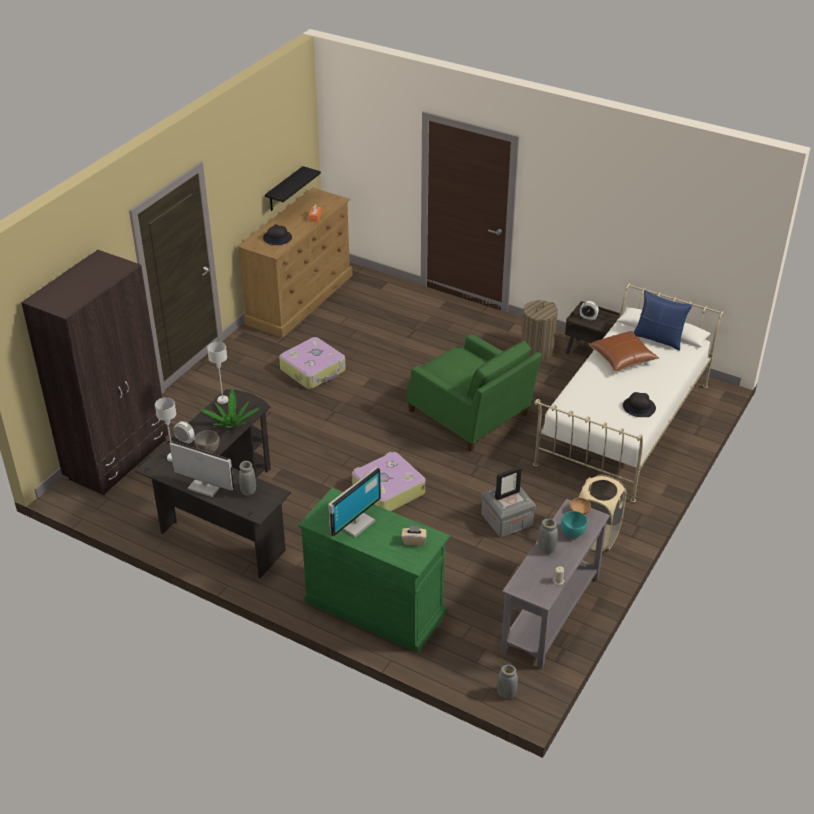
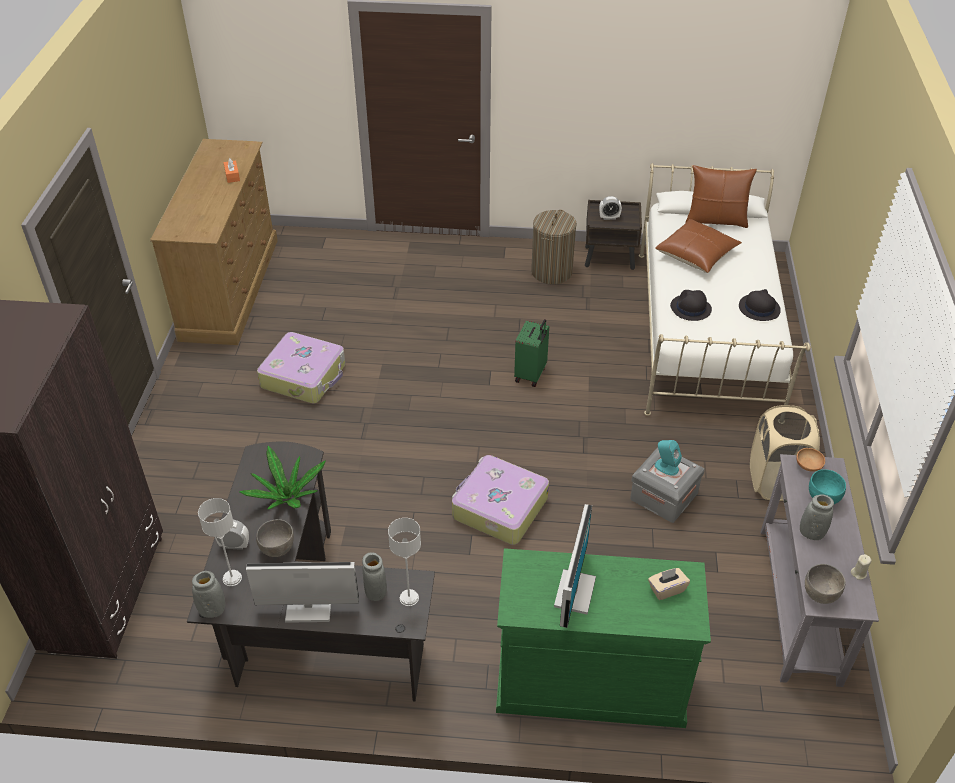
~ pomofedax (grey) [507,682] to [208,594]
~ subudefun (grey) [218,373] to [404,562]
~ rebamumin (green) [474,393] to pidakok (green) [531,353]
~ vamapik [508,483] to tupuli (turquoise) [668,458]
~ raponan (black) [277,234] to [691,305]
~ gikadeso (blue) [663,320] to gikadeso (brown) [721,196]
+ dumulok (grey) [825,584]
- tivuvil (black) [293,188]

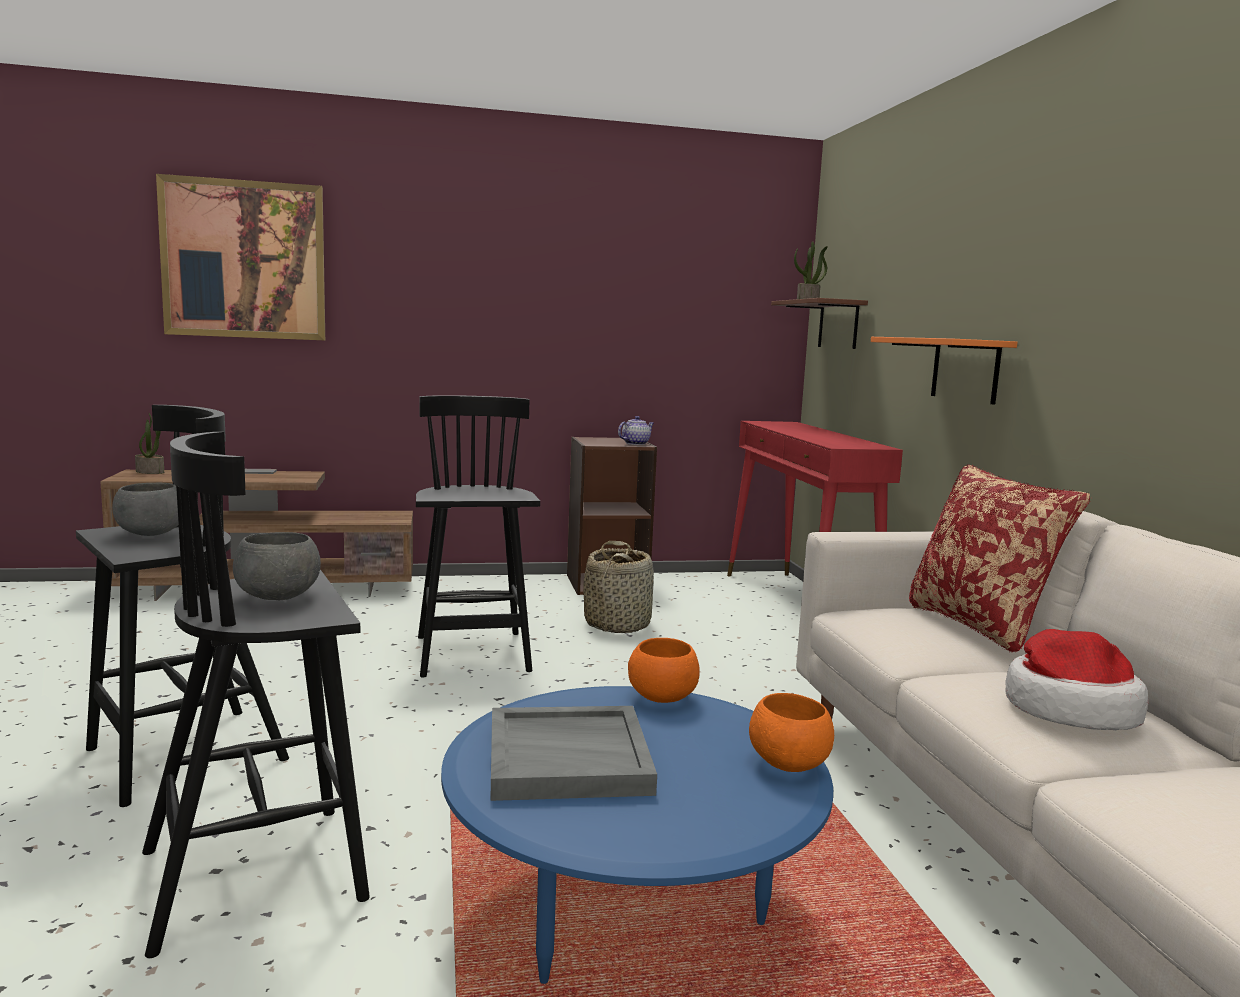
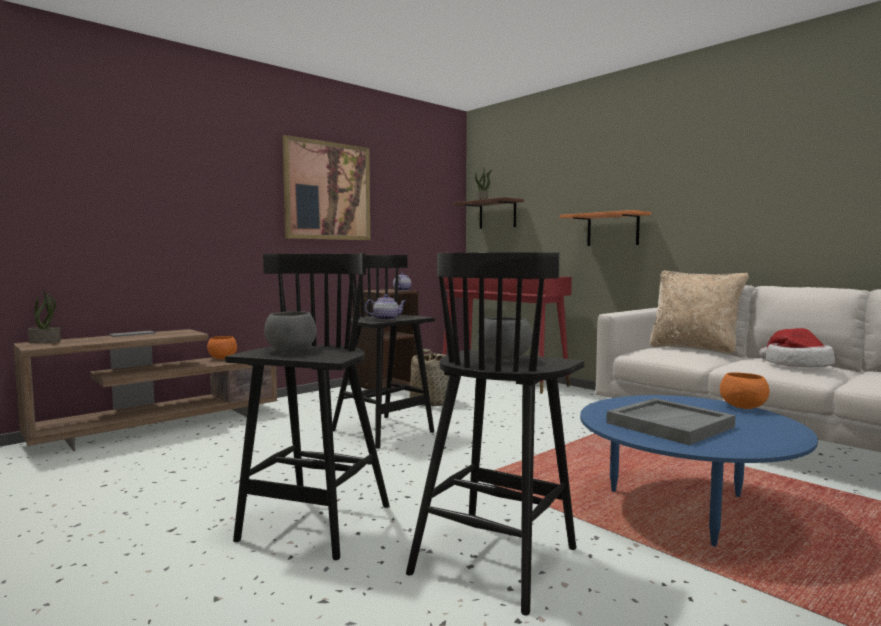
~ dumulok (orange) [664,670] to [222,347]
~ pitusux [240,257] to [326,187]
+ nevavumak [385,307]
~ gikadeso (red) [1000,558] to gikadeso (beige) [699,311]

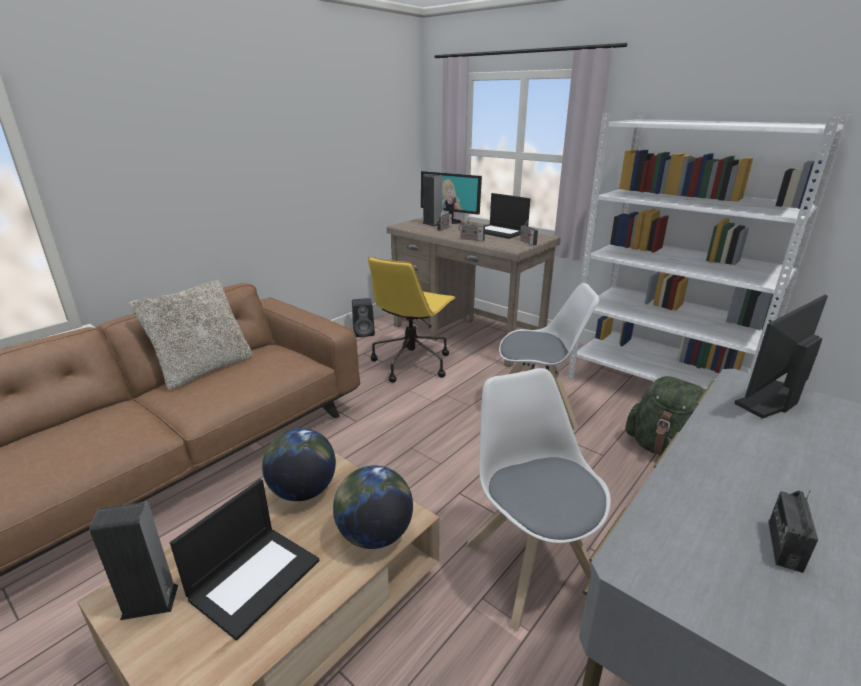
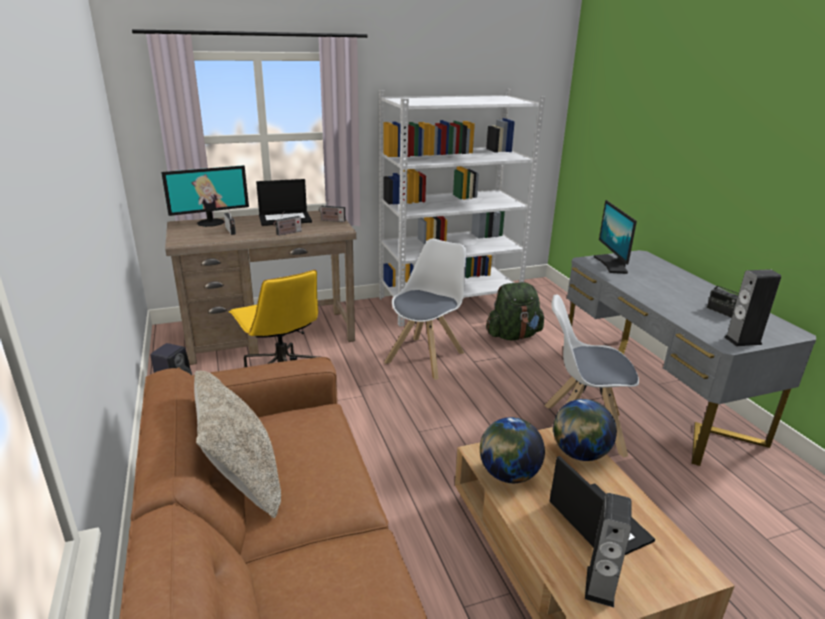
~ tupuli [432,200] to [752,307]

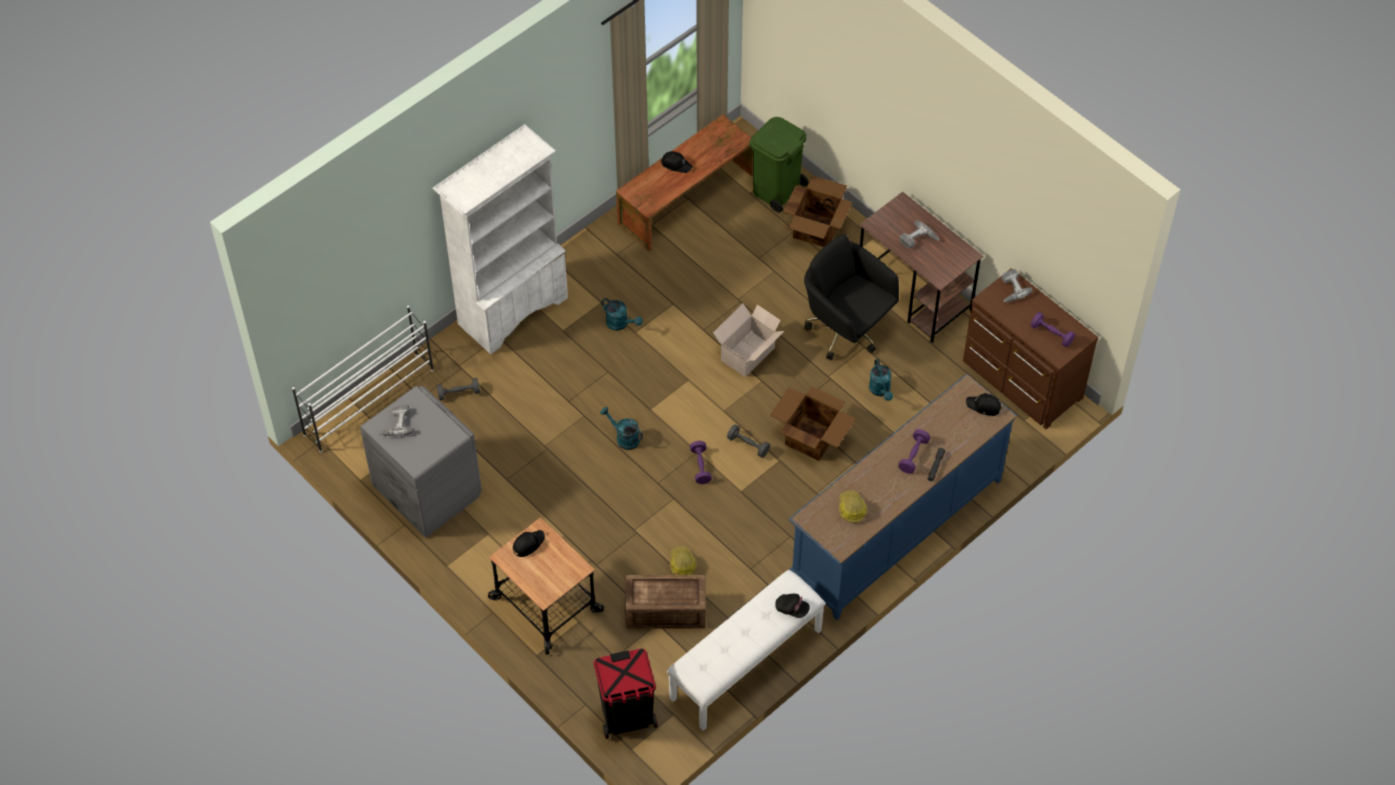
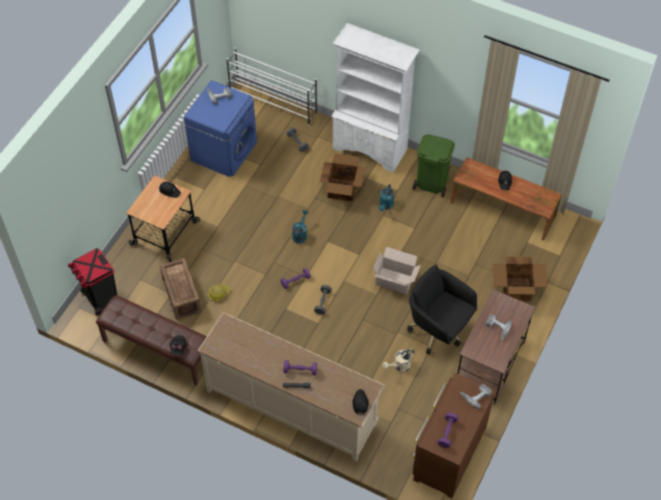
~ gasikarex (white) [746,650] to gasikarex (brown) [151,340]
~ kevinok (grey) [421,462] to kevinok (blue) [220,128]
~ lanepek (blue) [903,497] to lanepek (beige) [291,387]
~ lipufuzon [813,423] to [342,177]
~ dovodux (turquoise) [881,380] to dovodux (beige) [398,360]
~ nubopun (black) [851,297] = [442,309] 75 degrees counterclockwise
~ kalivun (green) [779,165] to [434,165]
- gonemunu [853,507]

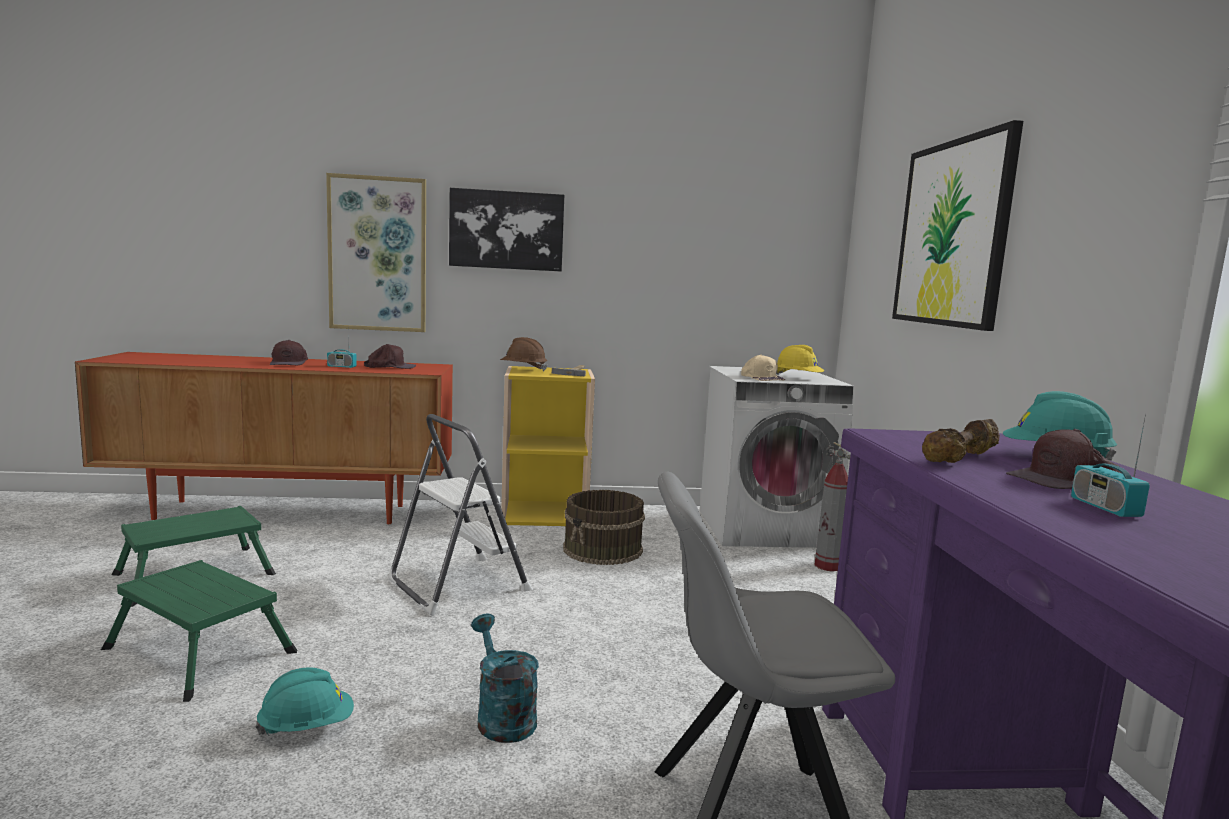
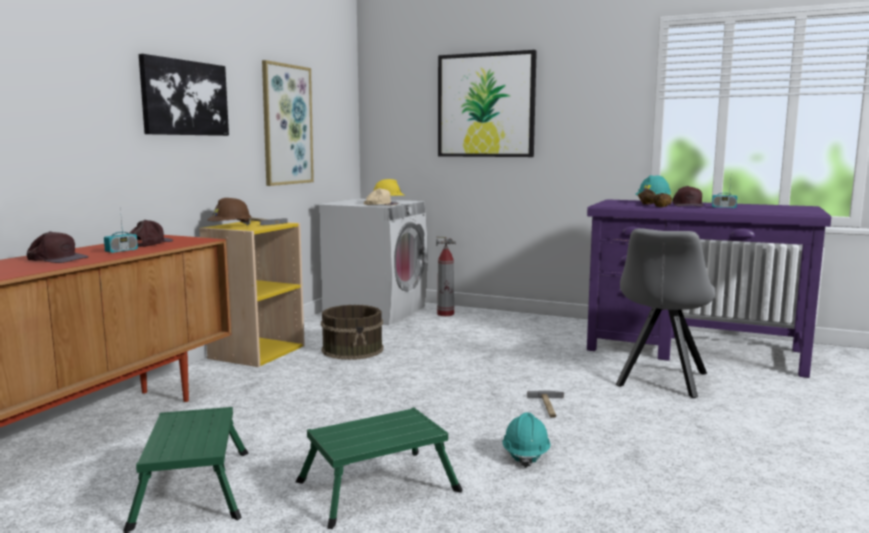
~ pitusux [376,252] to [288,123]
~ dovodux (turquoise) [505,678] to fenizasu [545,404]
- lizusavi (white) [460,514]

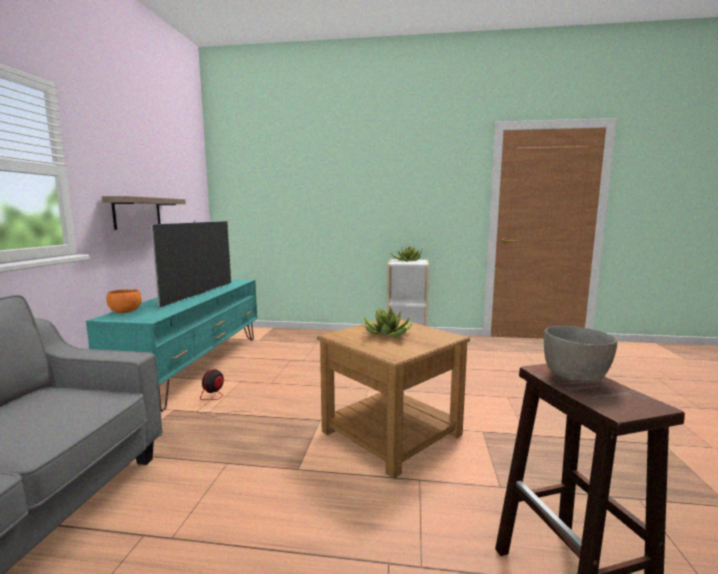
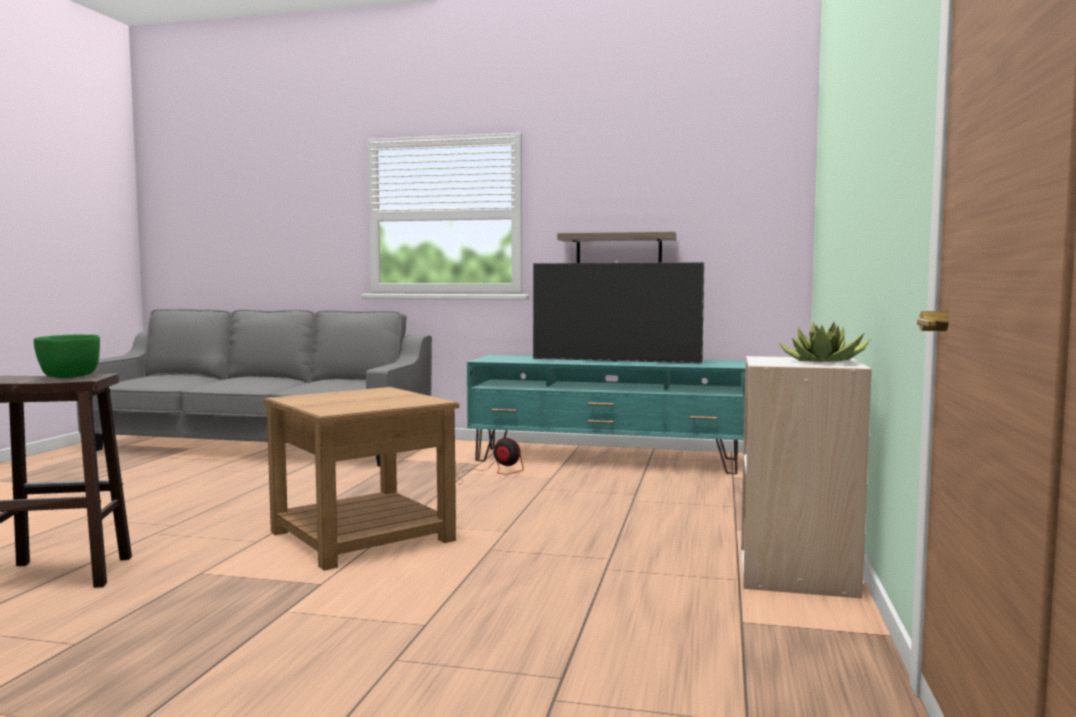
~ dumulok (grey) [580,354] to dumulok (green) [67,356]
- dumulok (orange) [124,301]
- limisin [388,323]

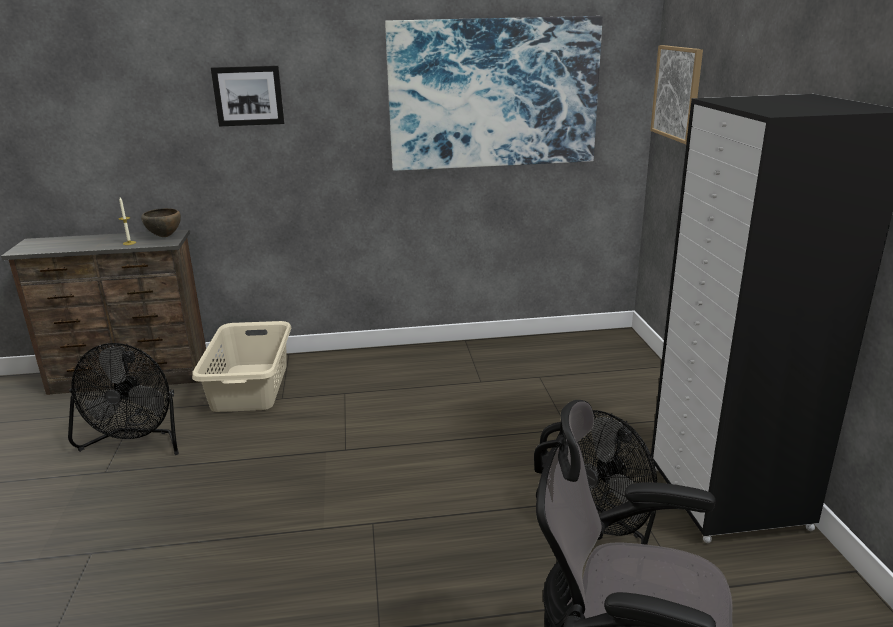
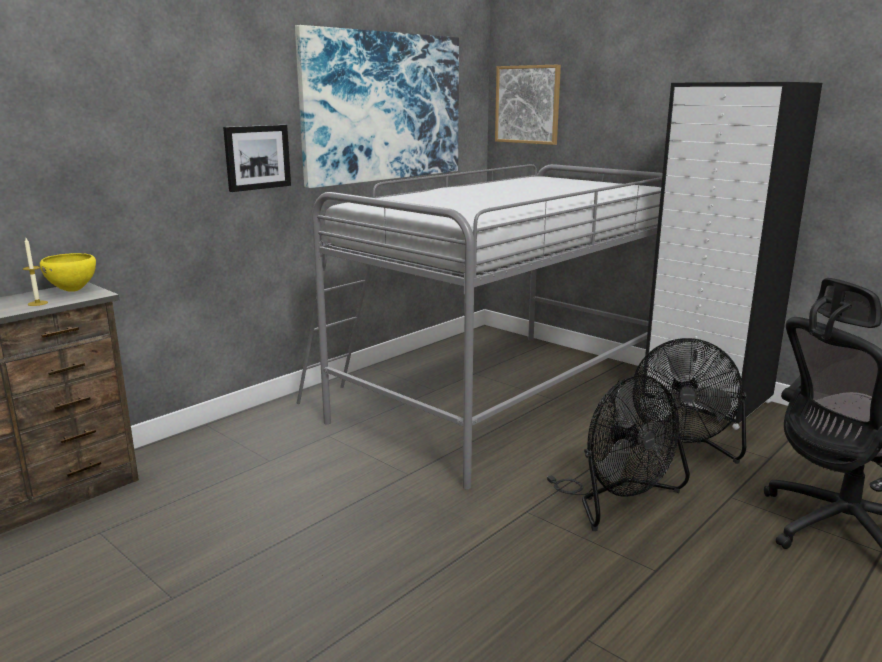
~ dumulok (brown) [161,222] to dumulok (yellow) [68,272]
~ pitusux [248,96] to [257,158]
+ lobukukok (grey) [480,326]
~ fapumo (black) [123,399] to [618,453]
- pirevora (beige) [241,366]

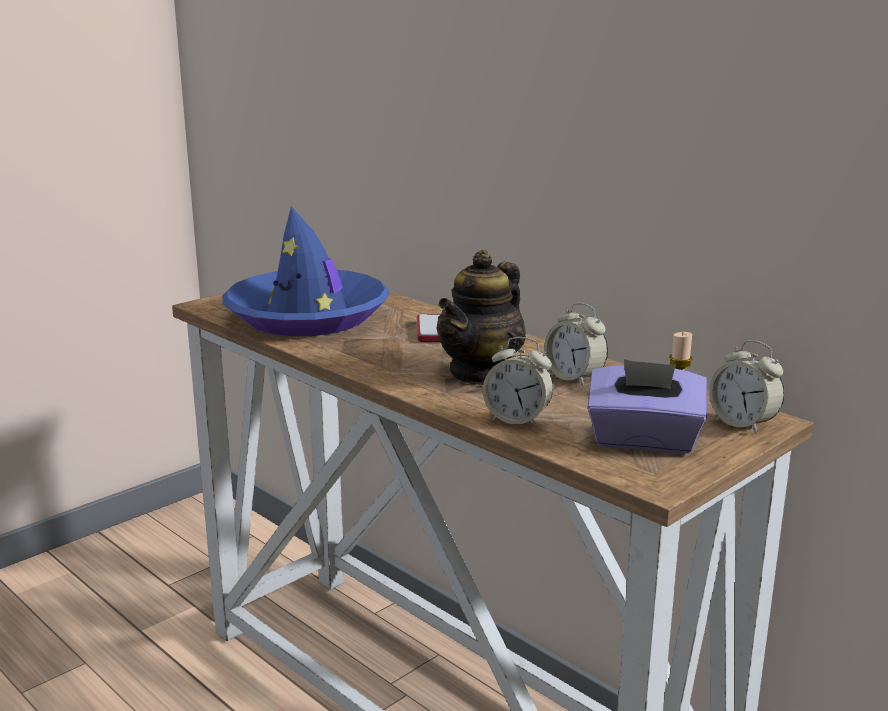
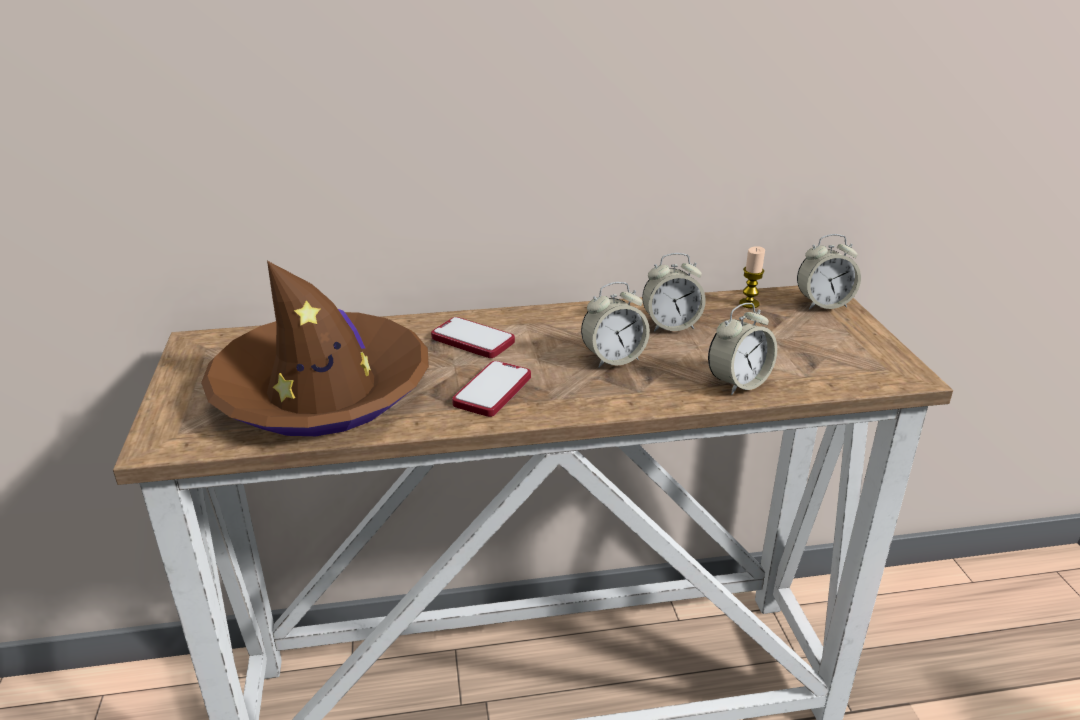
~ raponan (blue) [306,271] to raponan (brown) [315,348]
+ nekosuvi [491,389]
~ nevavumak [481,317] to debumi [615,325]
- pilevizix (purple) [647,406]

